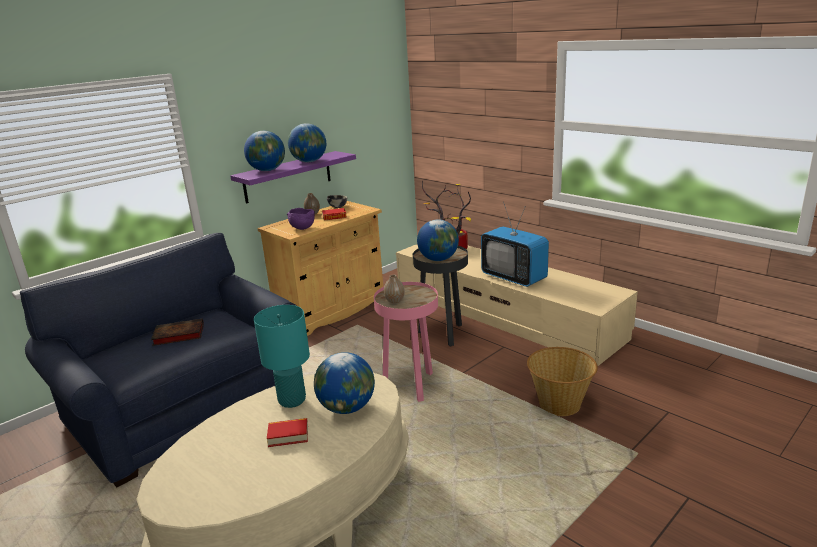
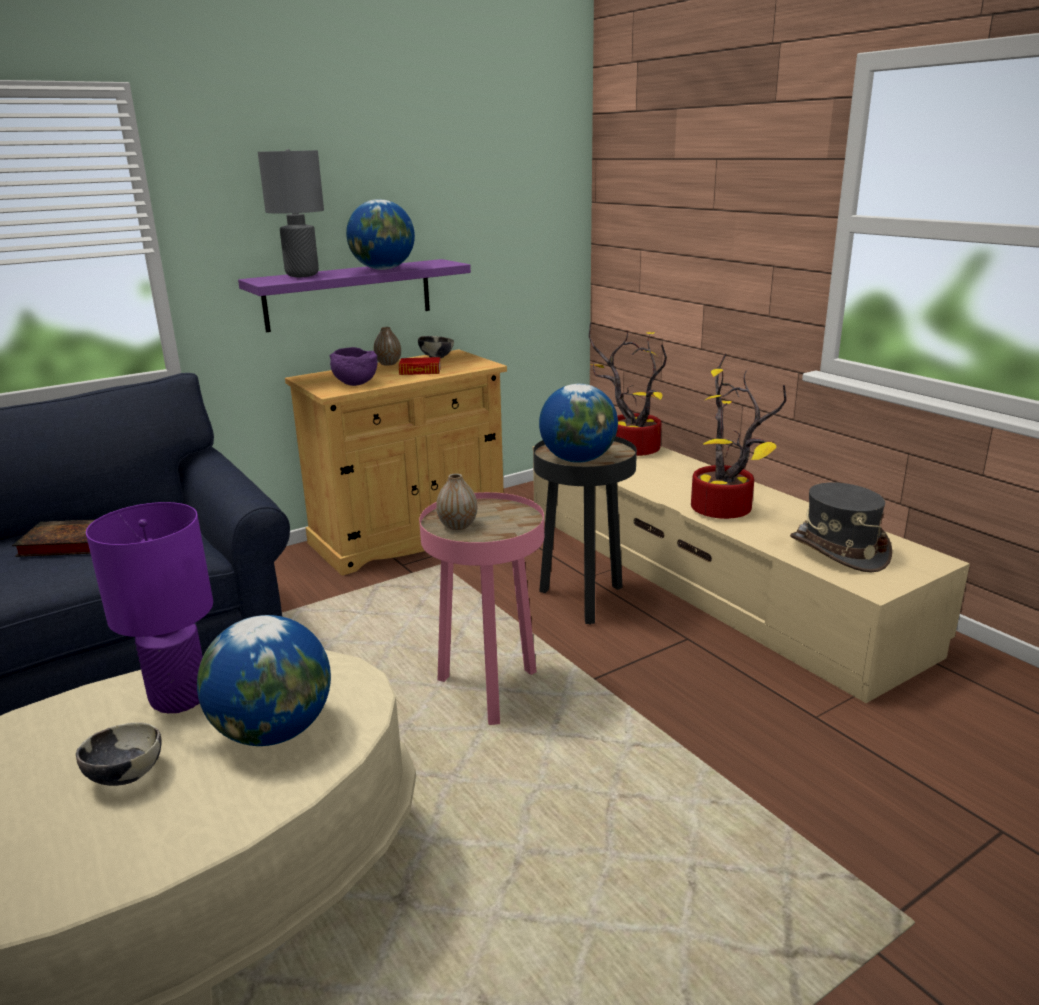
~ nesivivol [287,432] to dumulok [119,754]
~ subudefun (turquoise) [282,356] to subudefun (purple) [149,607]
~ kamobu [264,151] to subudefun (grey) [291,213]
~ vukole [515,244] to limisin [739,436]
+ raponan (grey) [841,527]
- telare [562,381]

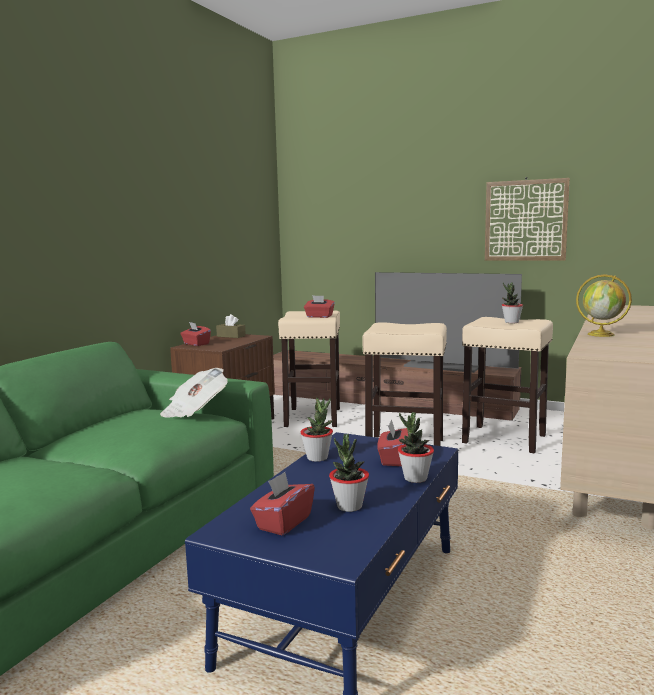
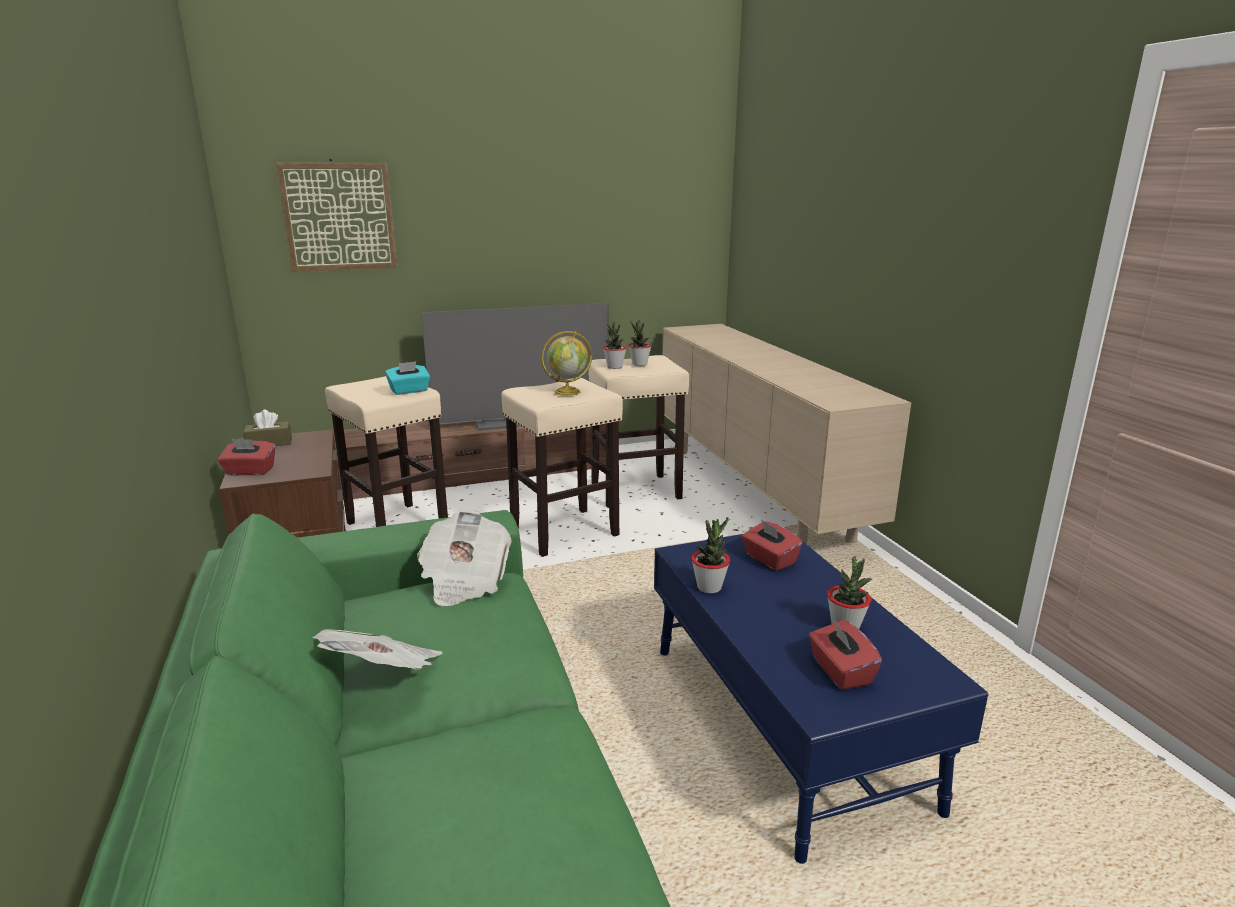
~ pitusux [527,219] to [337,215]
+ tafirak [378,649]
~ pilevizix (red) [319,306] to pilevizix (turquoise) [407,378]
~ kamobu [604,305] to [566,363]
~ limisin [416,447] to [615,345]

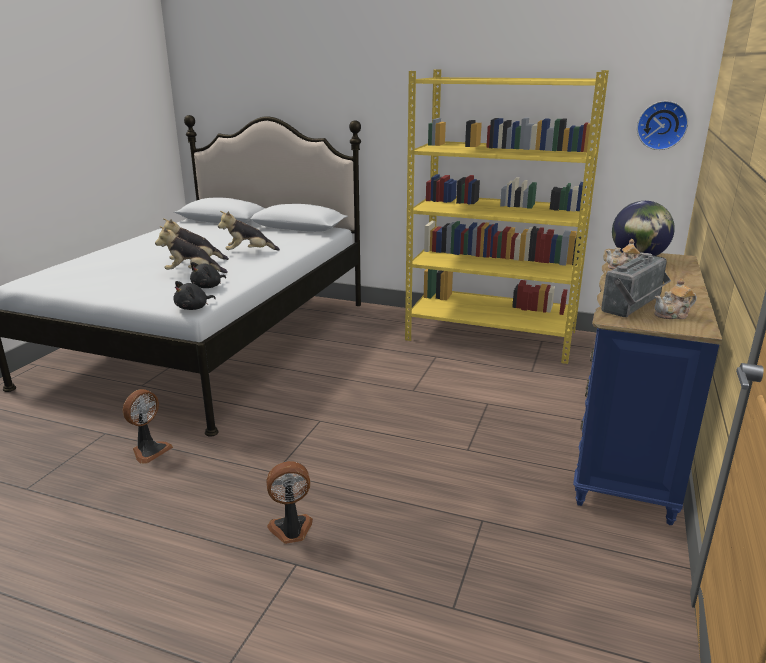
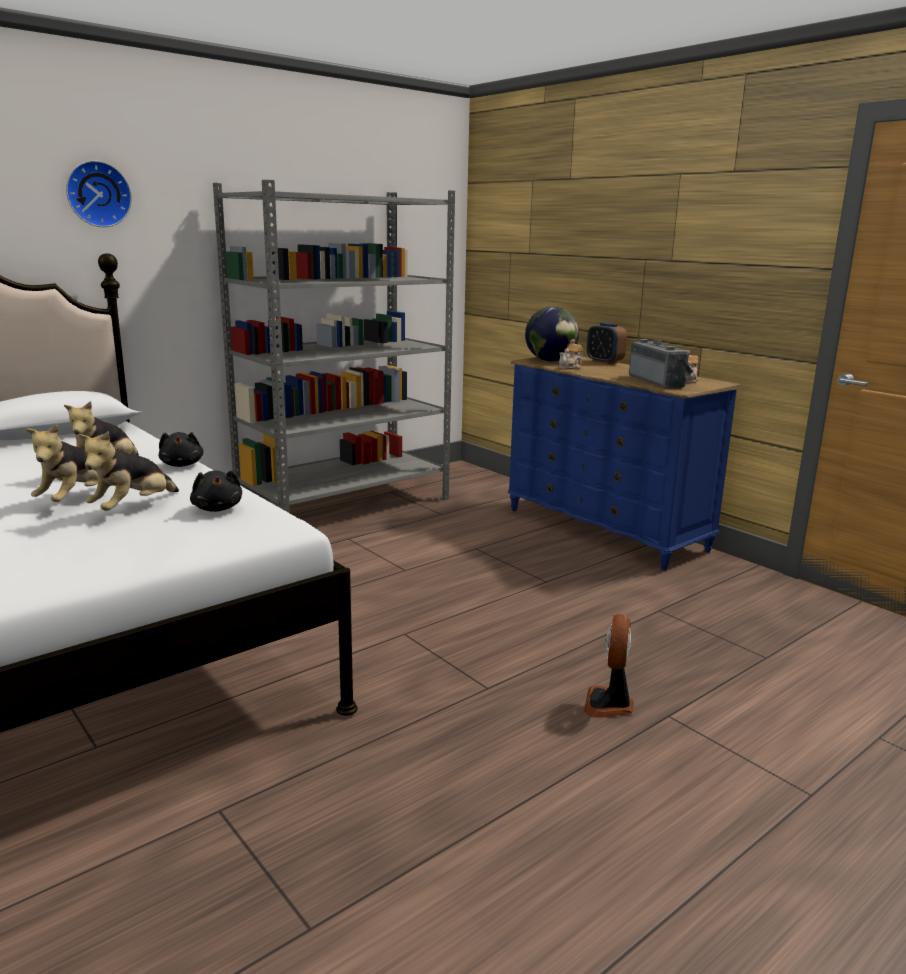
~ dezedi [662,125] to [99,193]
~ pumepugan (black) [194,295] to [181,449]
~ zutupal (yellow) [507,217] to zutupal (grey) [334,346]
+ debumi [607,343]
- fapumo [148,426]

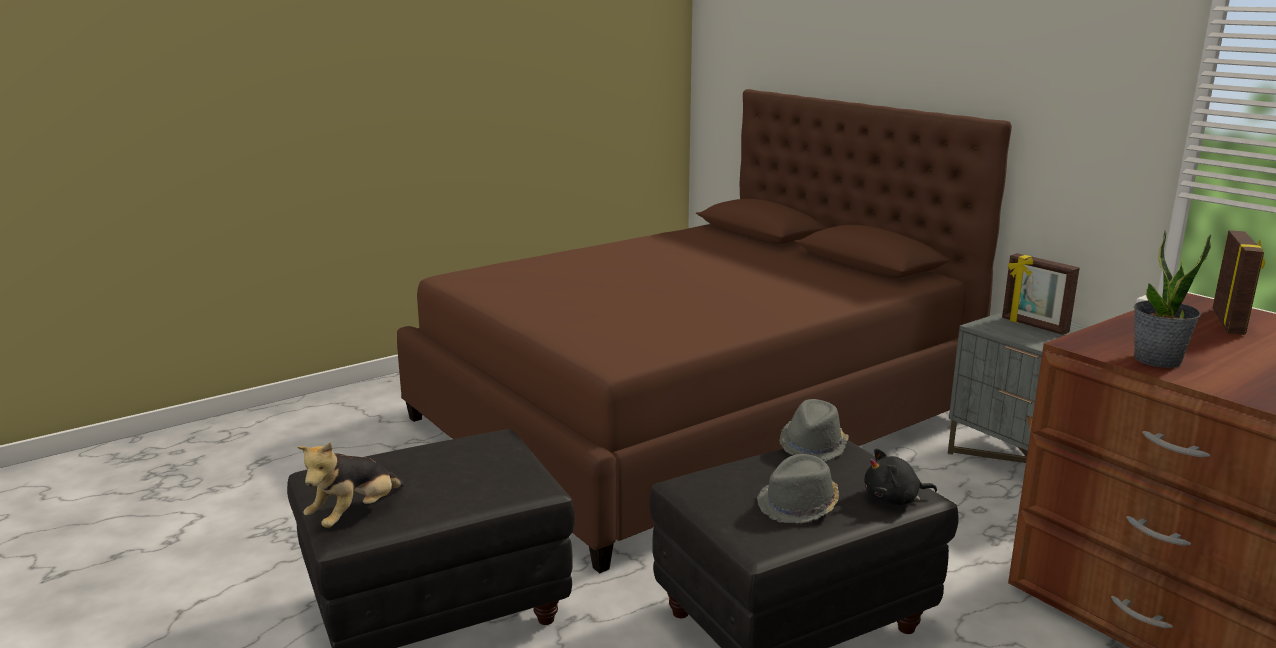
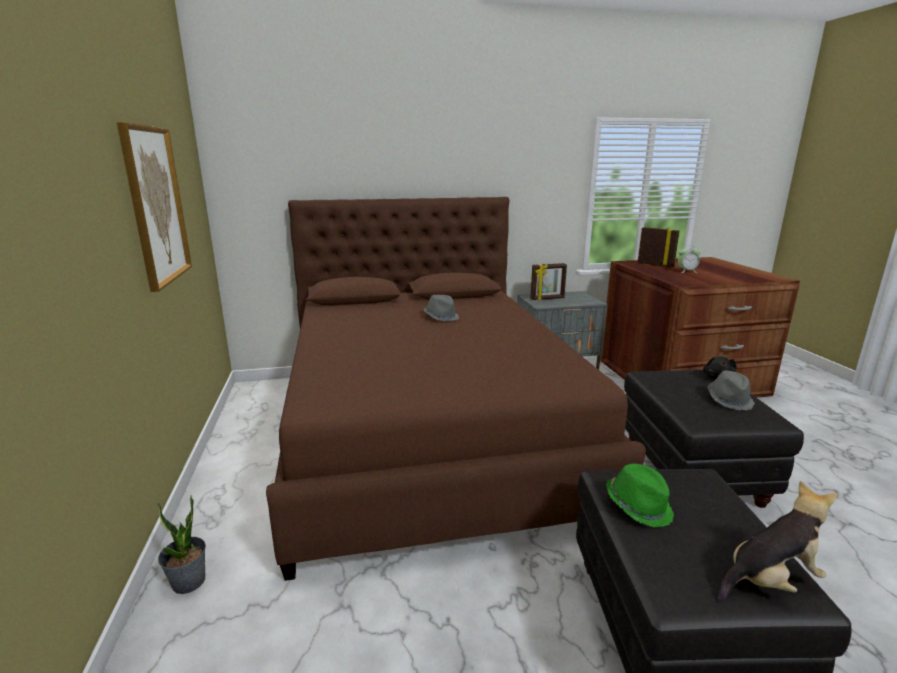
+ pitusux [154,207]
~ limisin [1172,299] to [182,545]
~ raponan (grey) [814,430] to [441,308]
+ raponan (green) [640,495]
+ debumi [689,259]
~ pumepugan [350,485] = [777,541] 75 degrees counterclockwise

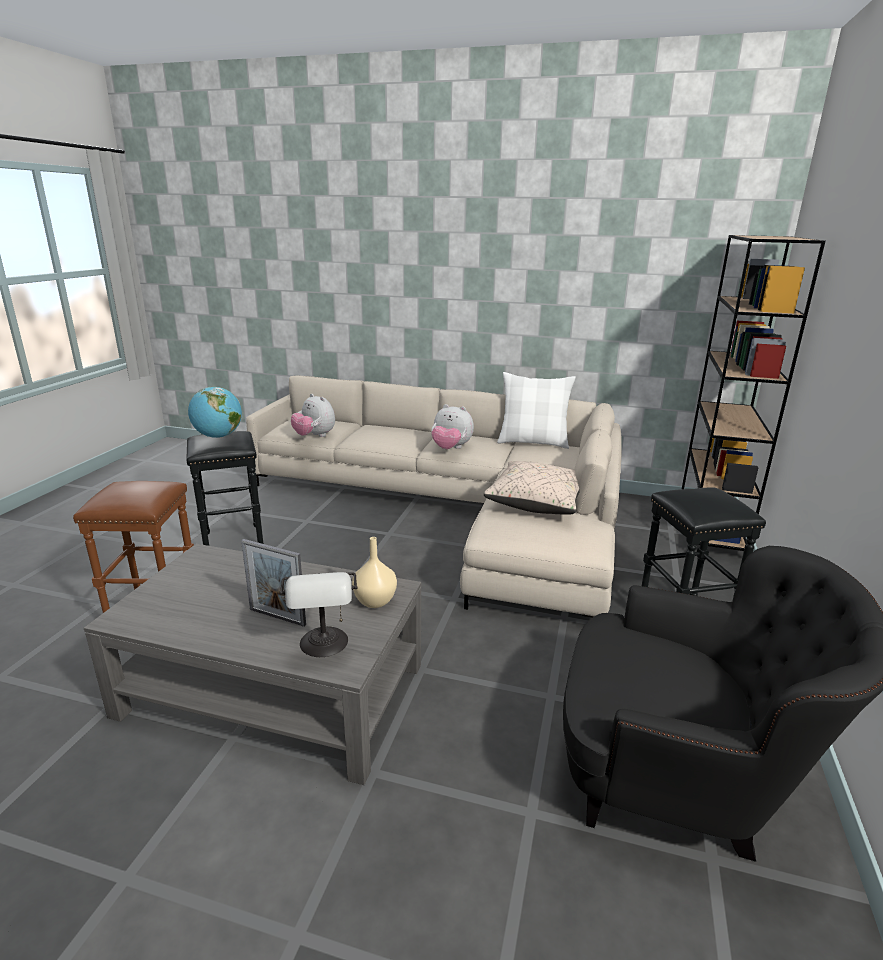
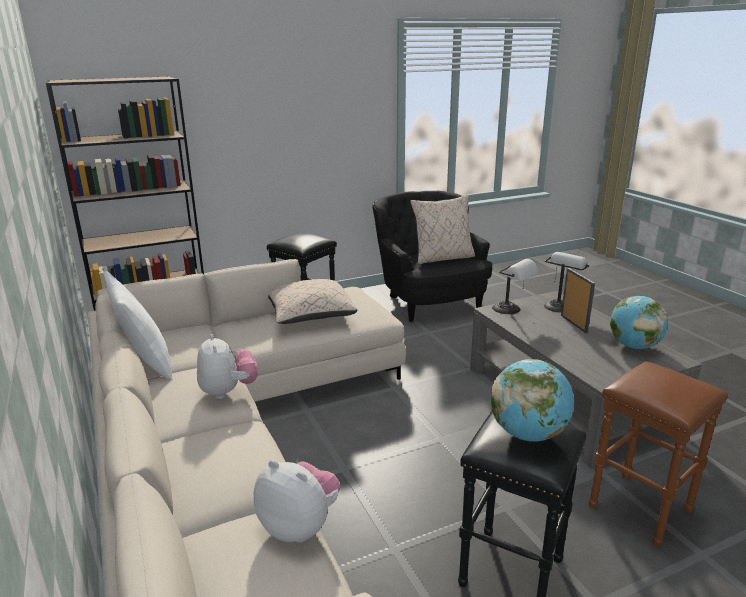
~ pumepugan [313,415] = [297,501] 60 degrees counterclockwise
+ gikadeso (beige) [442,230]
~ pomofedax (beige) [374,572] to subudefun [515,286]
+ kamobu [639,322]

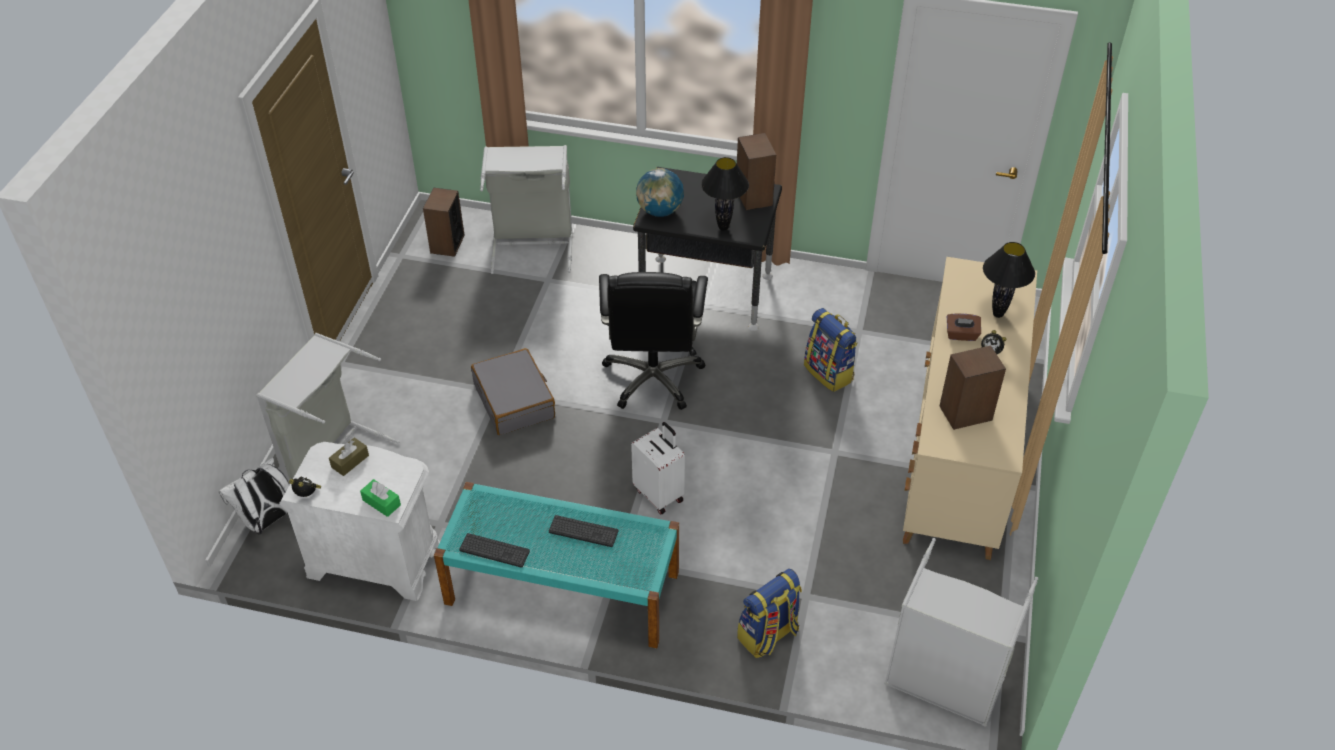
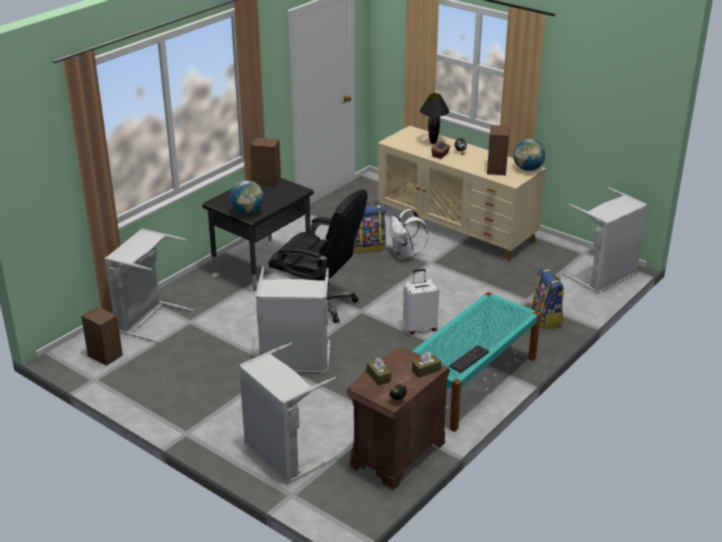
~ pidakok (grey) [513,391] to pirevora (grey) [293,320]
~ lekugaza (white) [359,521] to lekugaza (brown) [398,419]
~ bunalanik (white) [254,495] to [409,234]
~ pilevizix (green) [380,498] to pilevizix (brown) [426,365]
+ kamobu [529,155]
- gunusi [583,531]
- subudefun (black) [725,194]

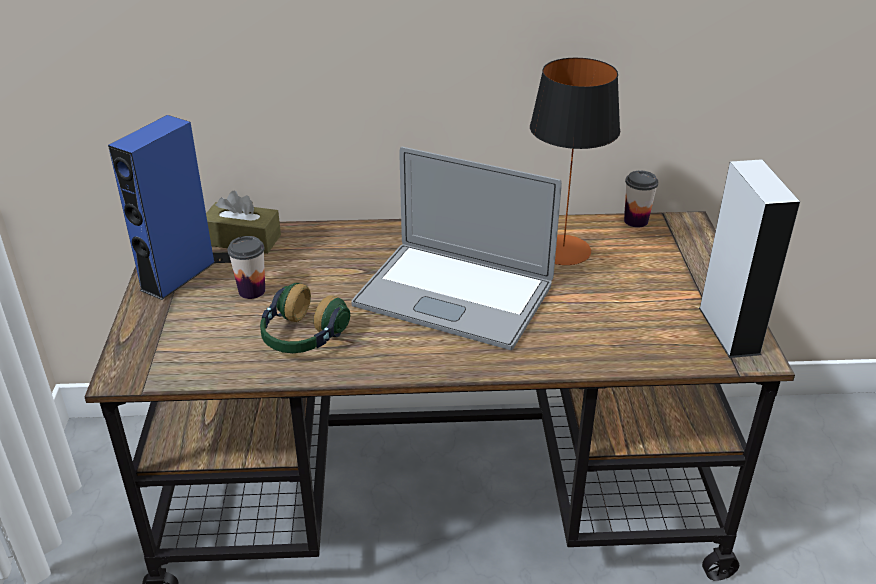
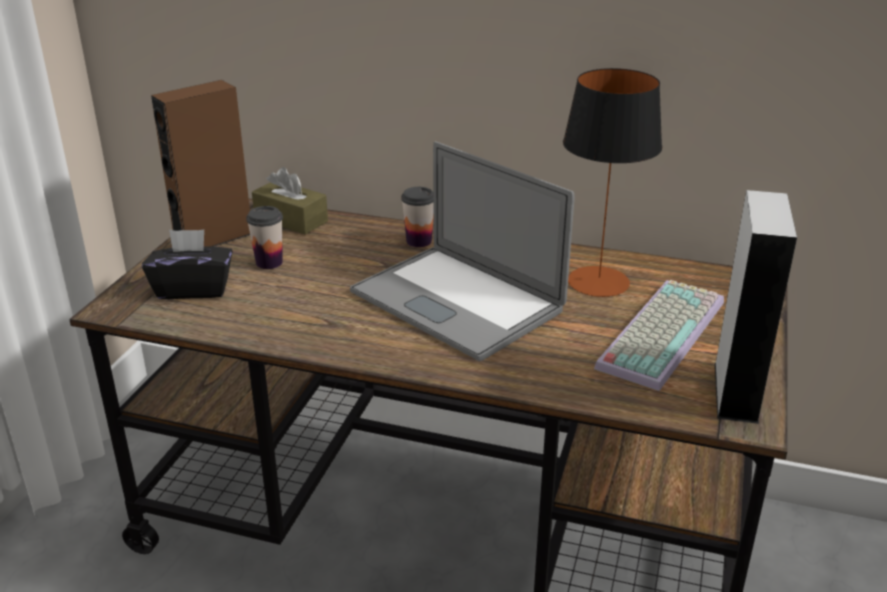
+ pilevizix (black) [187,264]
~ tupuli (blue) [162,207] to tupuli (brown) [200,163]
~ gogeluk [641,198] to [417,217]
+ gunusi [659,335]
- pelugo [305,318]

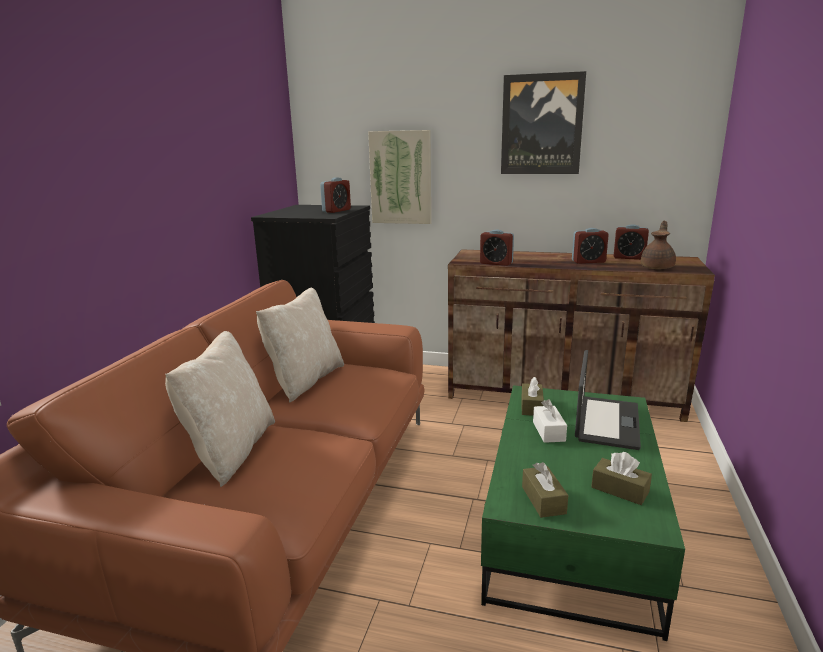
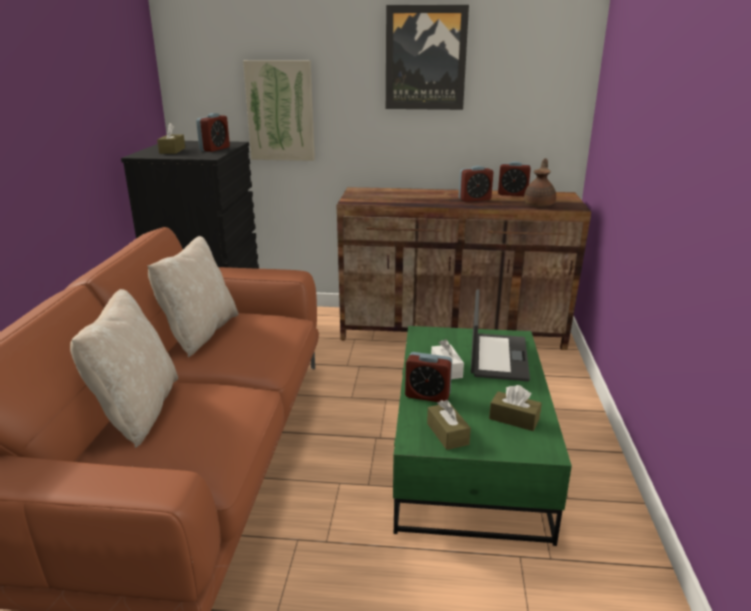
~ pilevizix (brown) [532,396] to [171,138]
~ debumi [497,248] to [428,377]

